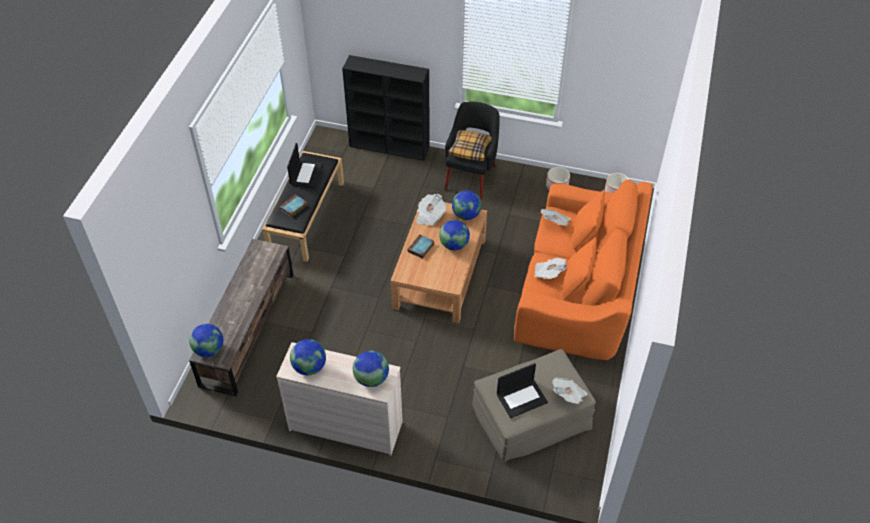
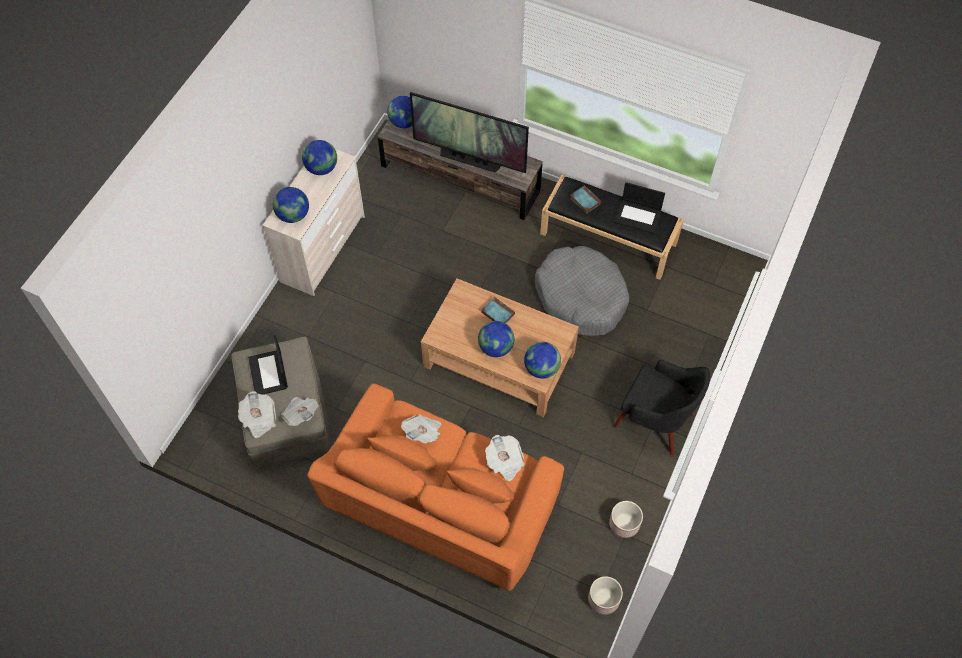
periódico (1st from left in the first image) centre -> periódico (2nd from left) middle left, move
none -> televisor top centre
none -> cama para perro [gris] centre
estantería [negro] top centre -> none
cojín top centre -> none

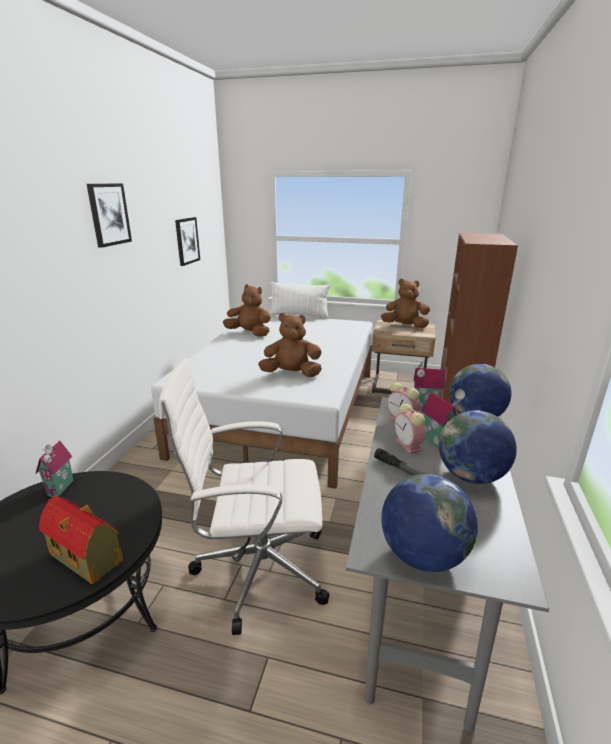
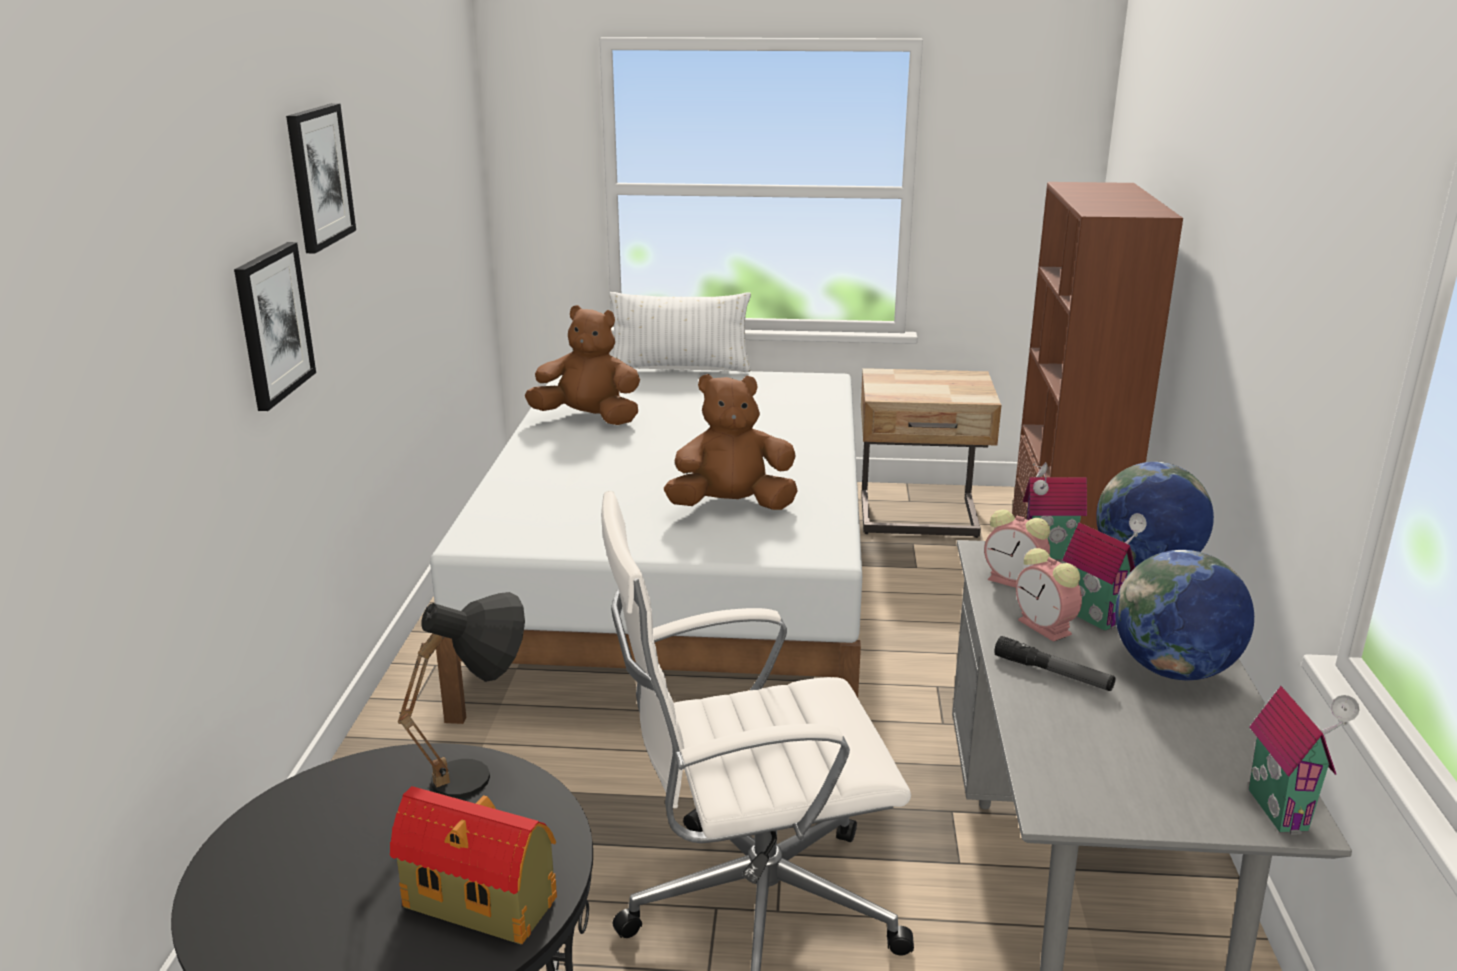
cuadro (2nd from left in the first image) top left -> cuadro (1st from left) middle left, move
none -> lámpara de mesa [negro] bottom left
casita (1st from left in the first image) middle left -> casita (4th from left) bottom right, move
peluche [marrón] (3rd from left) centre -> none
globo terráqueo (1st from left) bottom right -> none

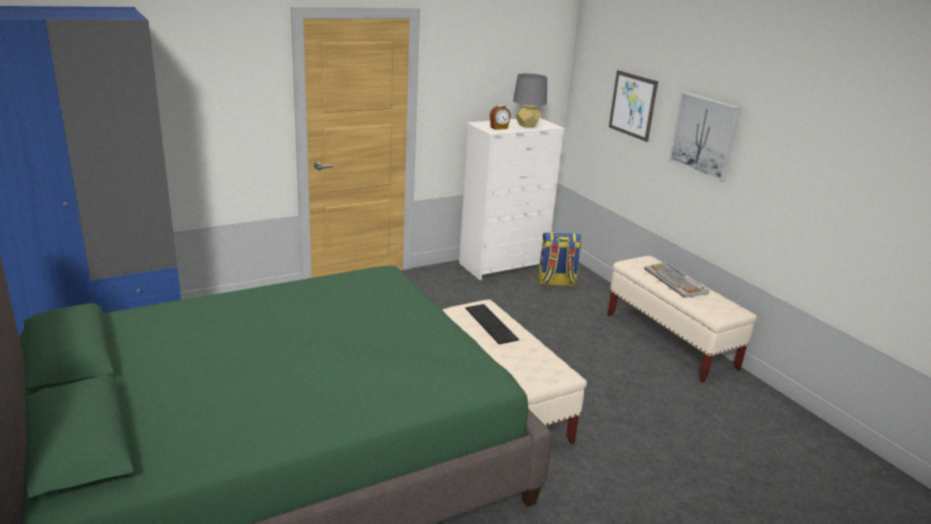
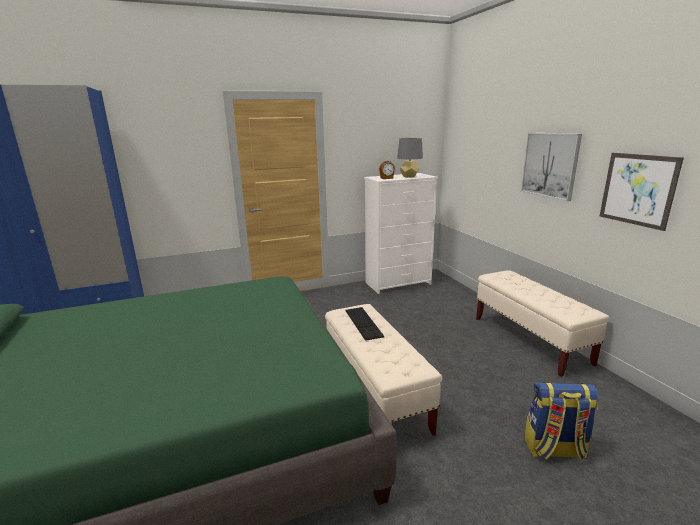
mochila centre -> mochila bottom right, move
cuadro (1st from left in the first image) top right -> cuadro (2nd from left) middle right, move
teclado (2nd from left) middle right -> none

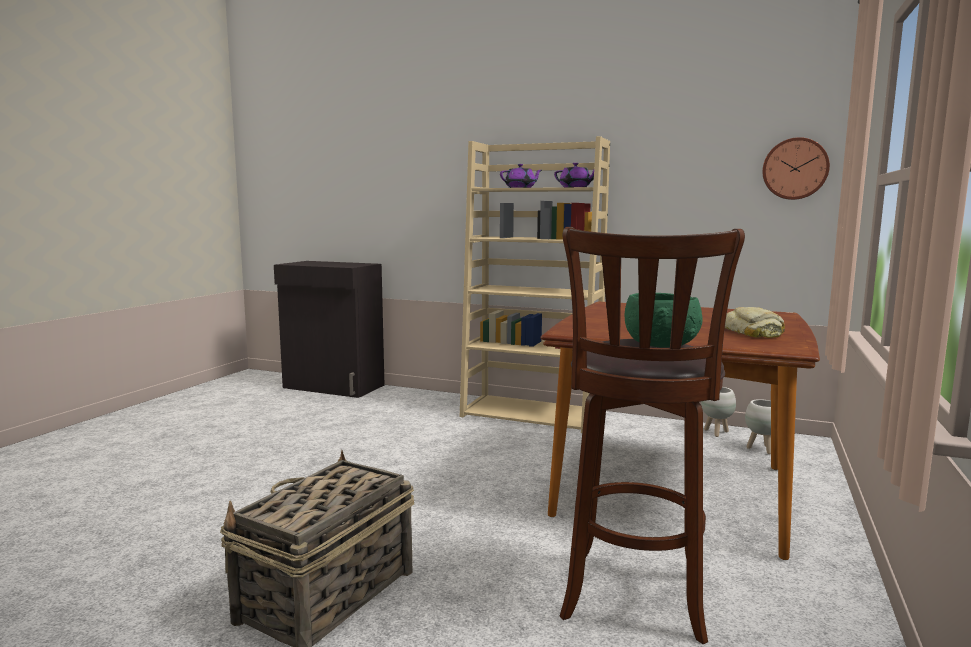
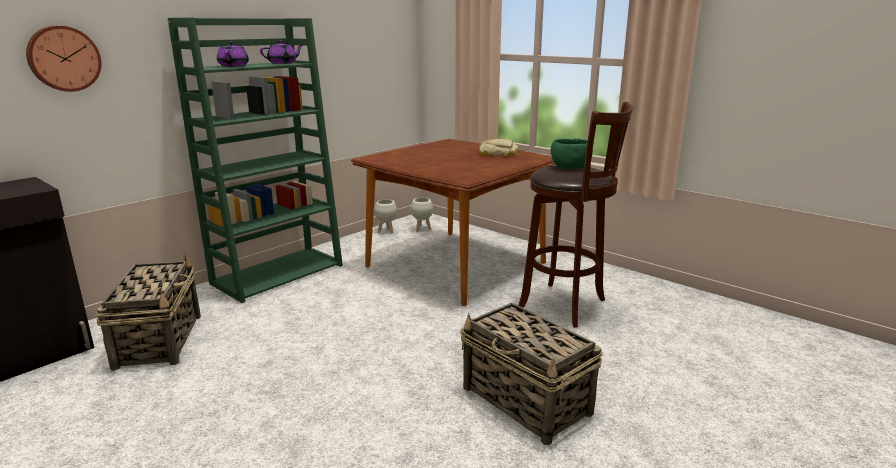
reloj de pared top right -> reloj de pared top left, move
none -> cesta (1st from left) bottom left
estantería [beis] centre -> estantería [verde] middle left

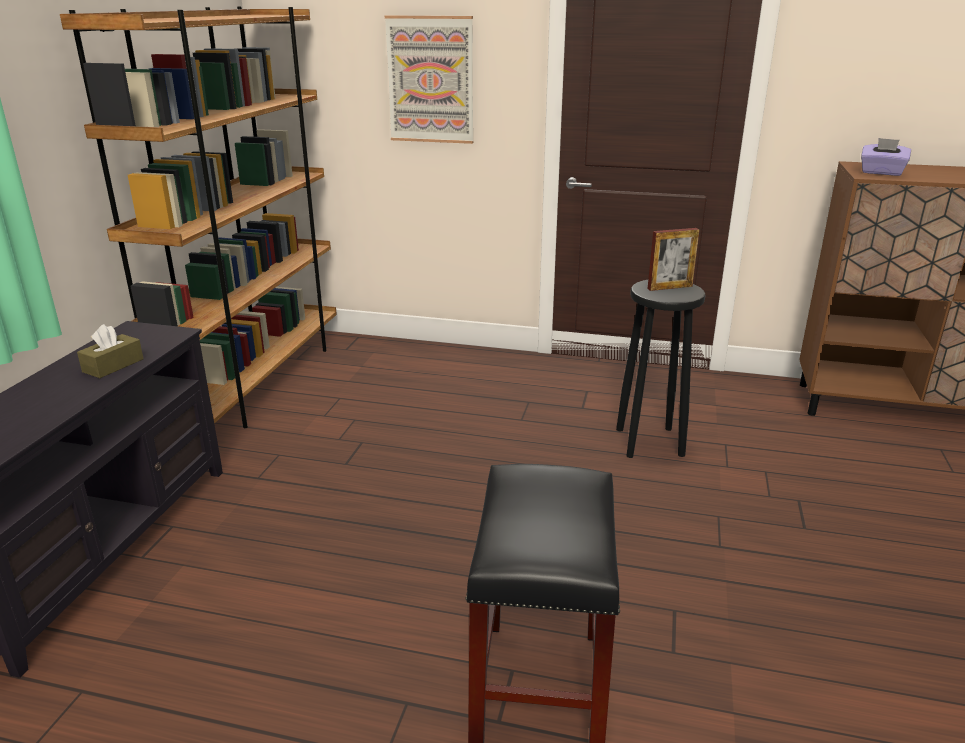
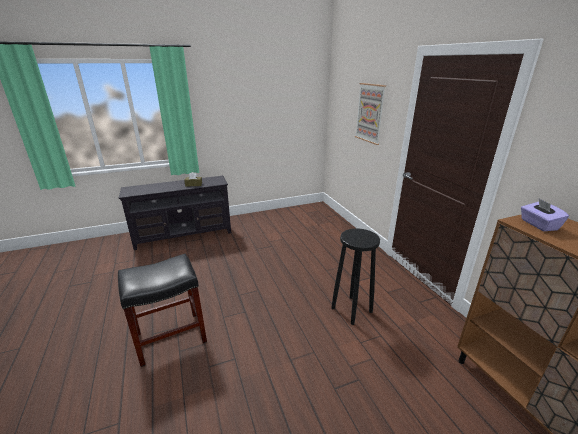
estantería [marrón] top left -> none
portarretratos middle right -> none

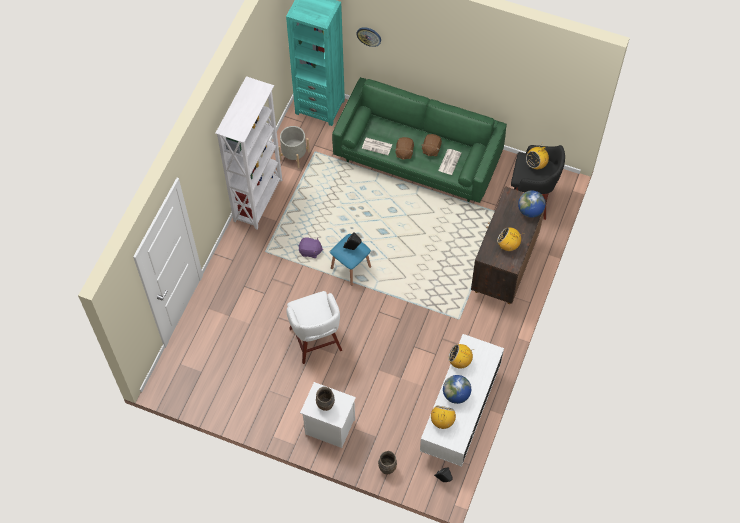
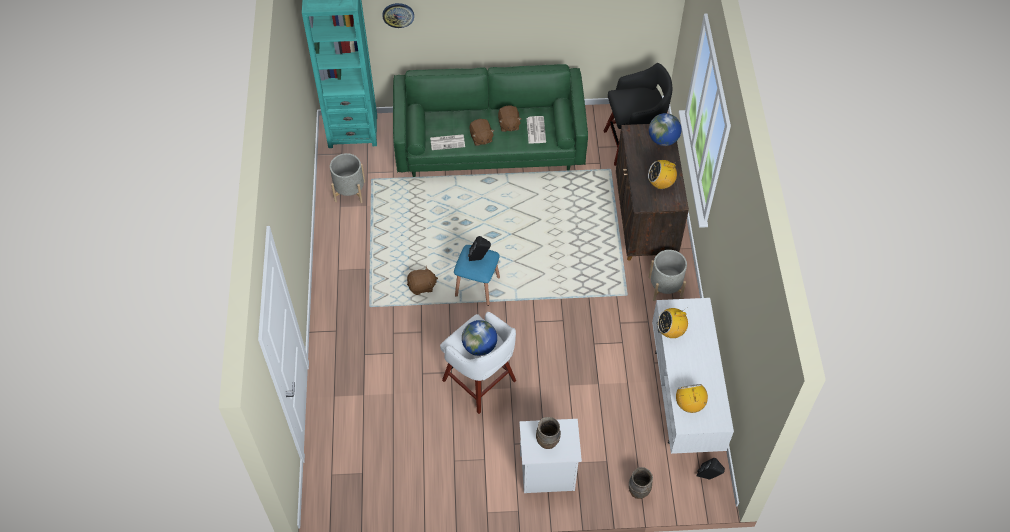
peluche [morado] centre -> peluche [marrón] (1st from left) centre
globo terráqueo (1st from left) bottom centre -> globo terráqueo (1st from left) centre, move
none -> maceta [gris] (2nd from left) centre
estantería [blanco] top centre -> none
radio (4th from left) top right -> none

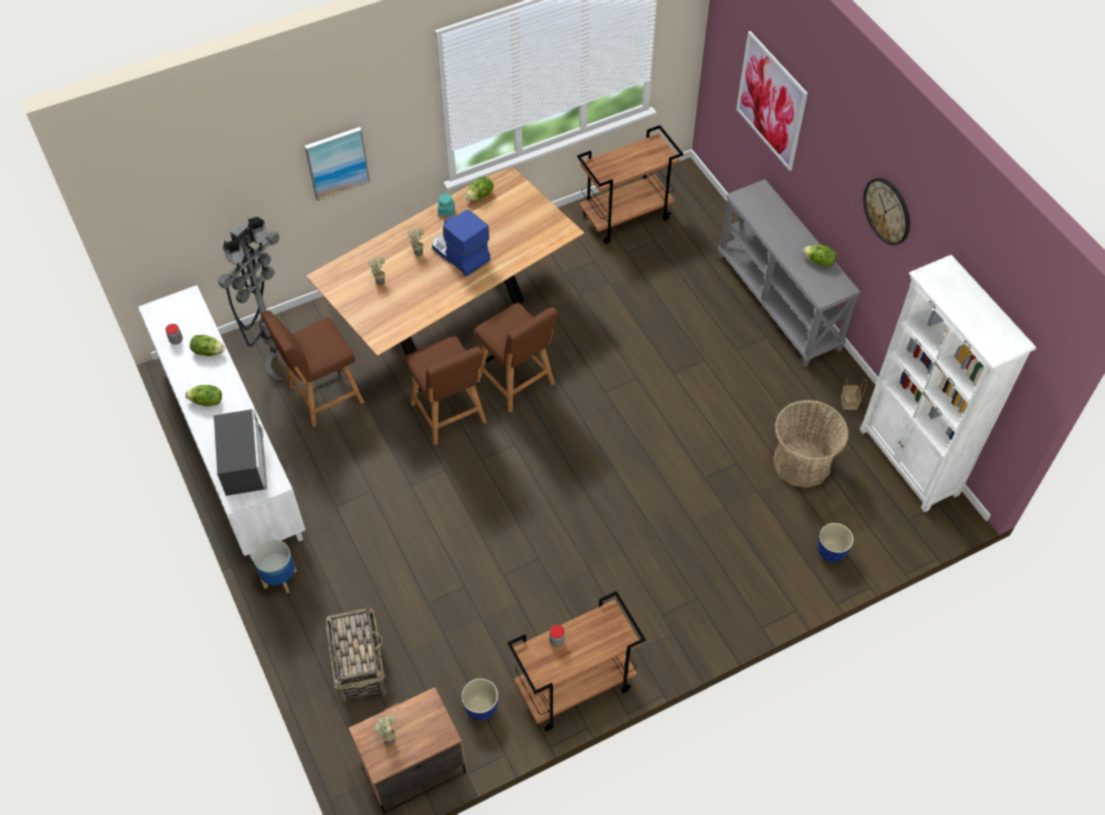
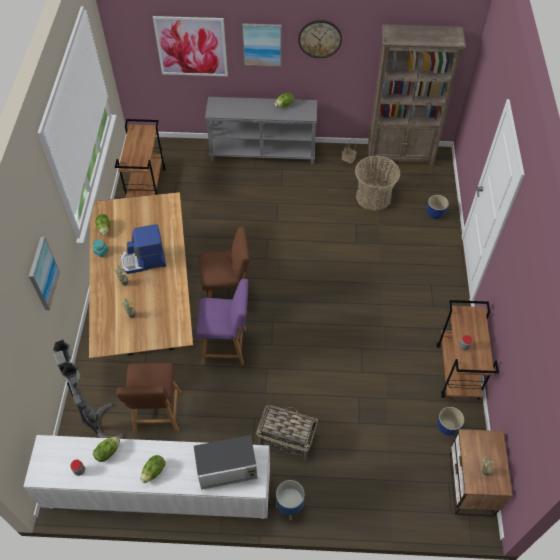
microondas middle left -> microondas bottom centre, 150 degrees clockwise
silla [marrón] (2nd from left) centre -> silla [morado] centre
none -> cuadro (3rd from left) top centre
cesta (1st from left) bottom left -> cesta (1st from left) bottom centre, move
estantería [blanco] middle right -> estantería [marrón] top right

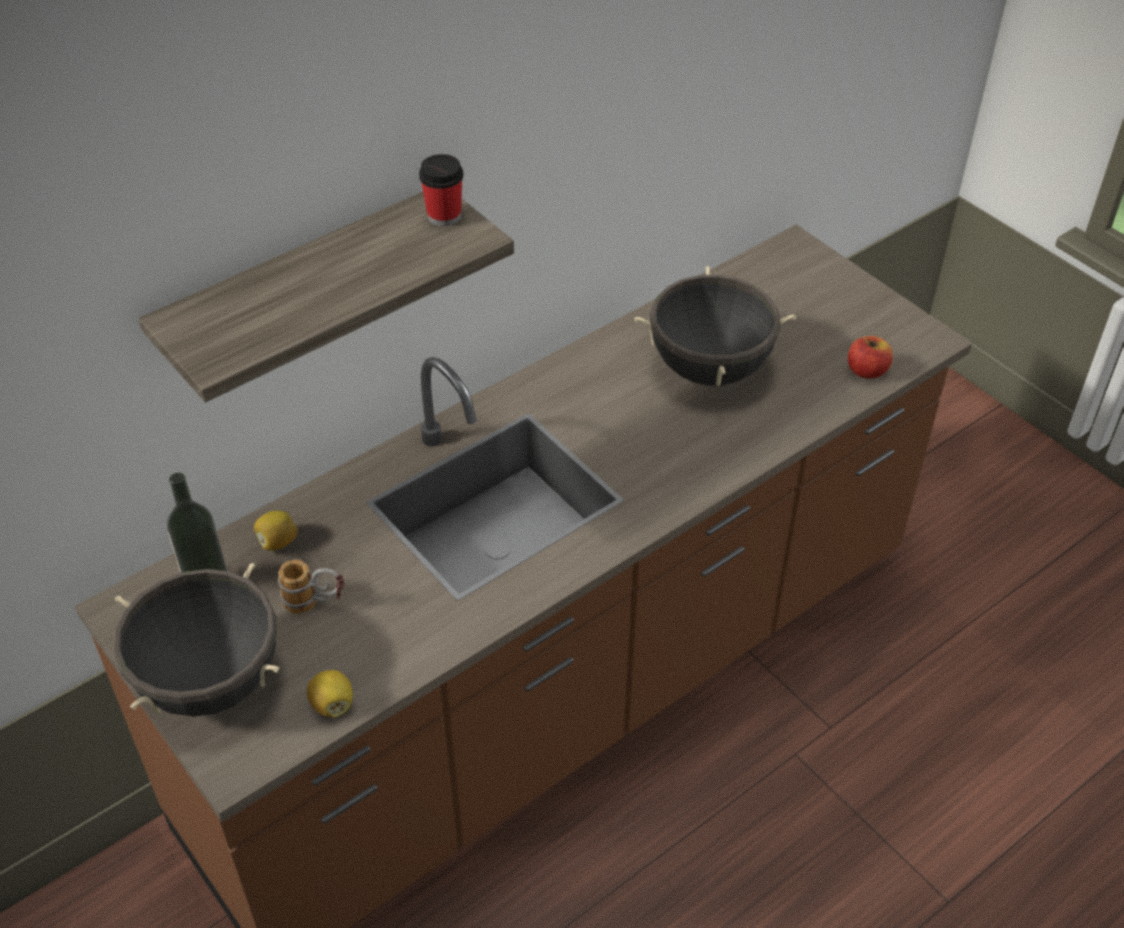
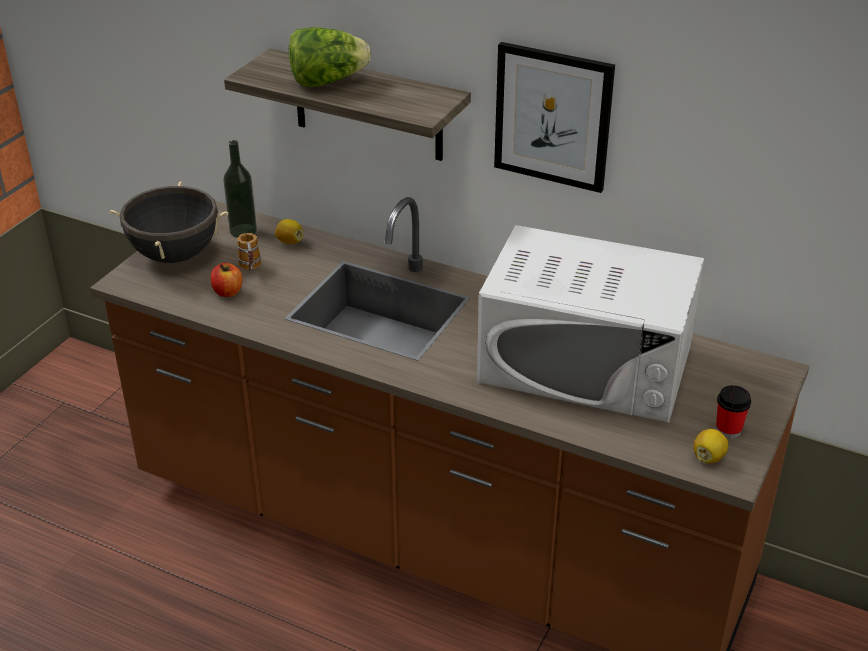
manzana middle right -> manzana middle left, move
none -> lechuga top centre
olla [negro] (2nd from left) centre -> microondas [blanco] middle right
none -> cuadro top centre
limón (2nd from left) bottom left -> limón (2nd from left) bottom right, move
taza top centre -> taza middle right, move

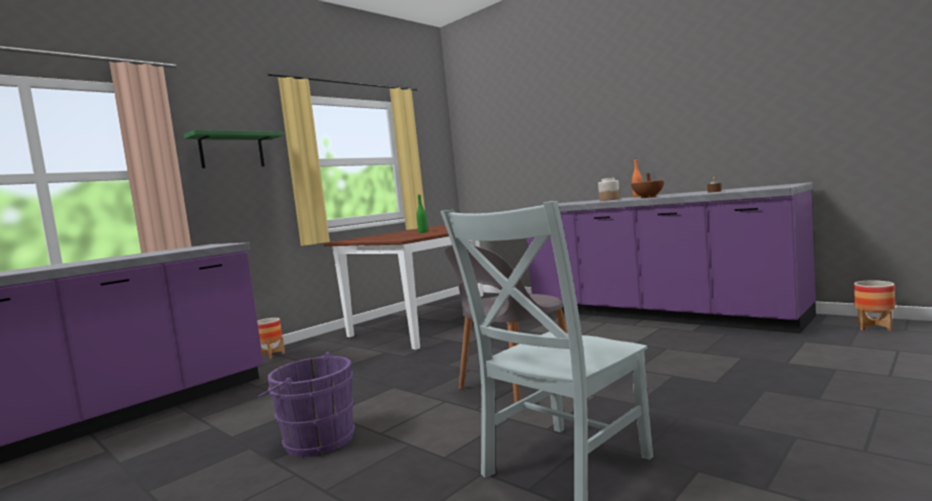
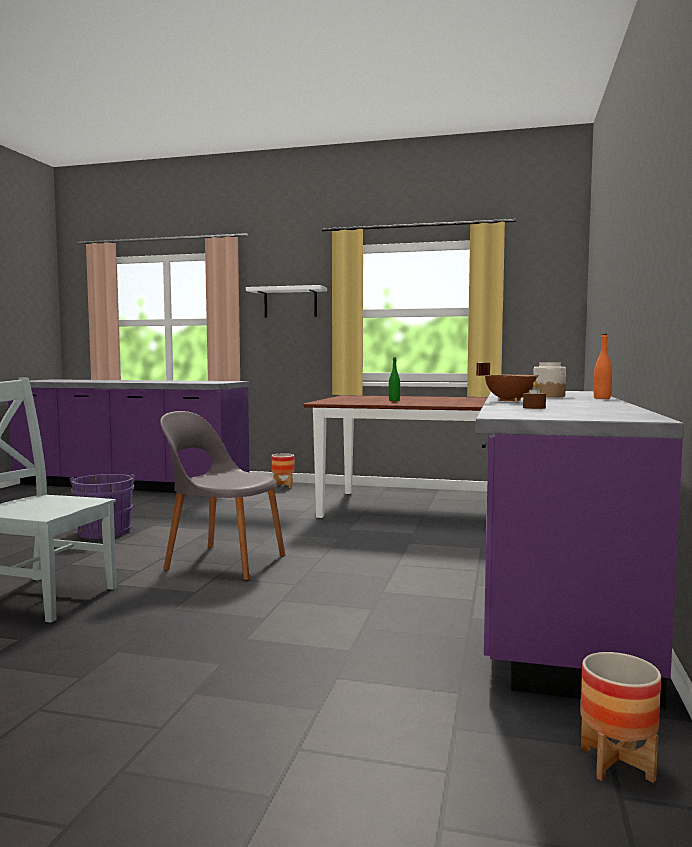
estante [verde] top left -> estante [blanco] centre

